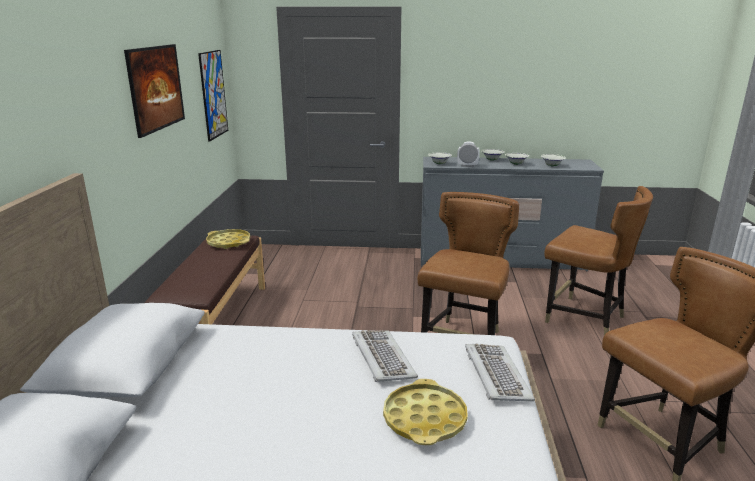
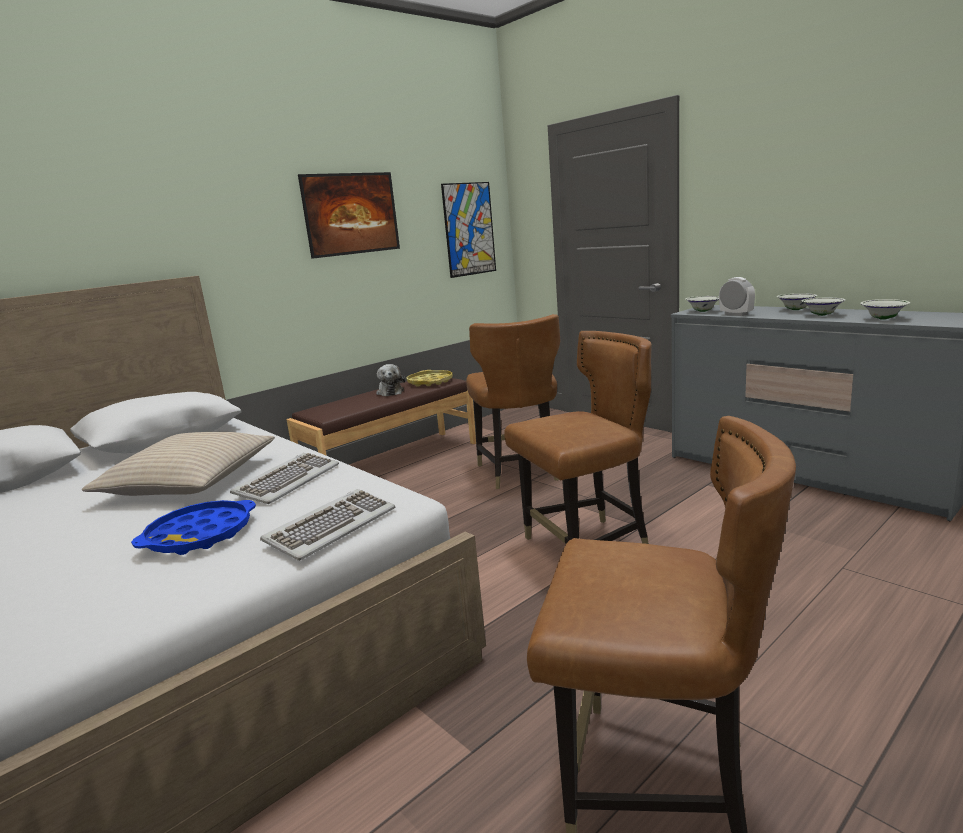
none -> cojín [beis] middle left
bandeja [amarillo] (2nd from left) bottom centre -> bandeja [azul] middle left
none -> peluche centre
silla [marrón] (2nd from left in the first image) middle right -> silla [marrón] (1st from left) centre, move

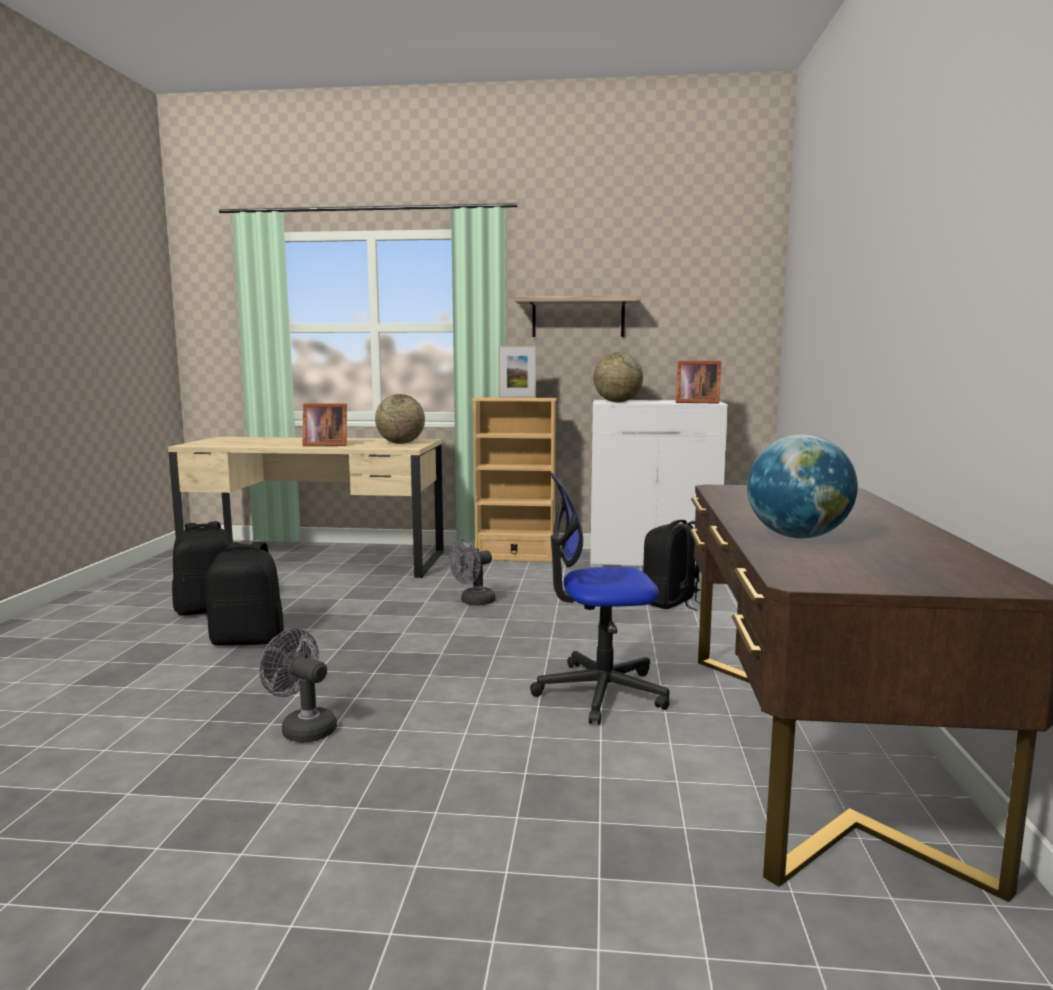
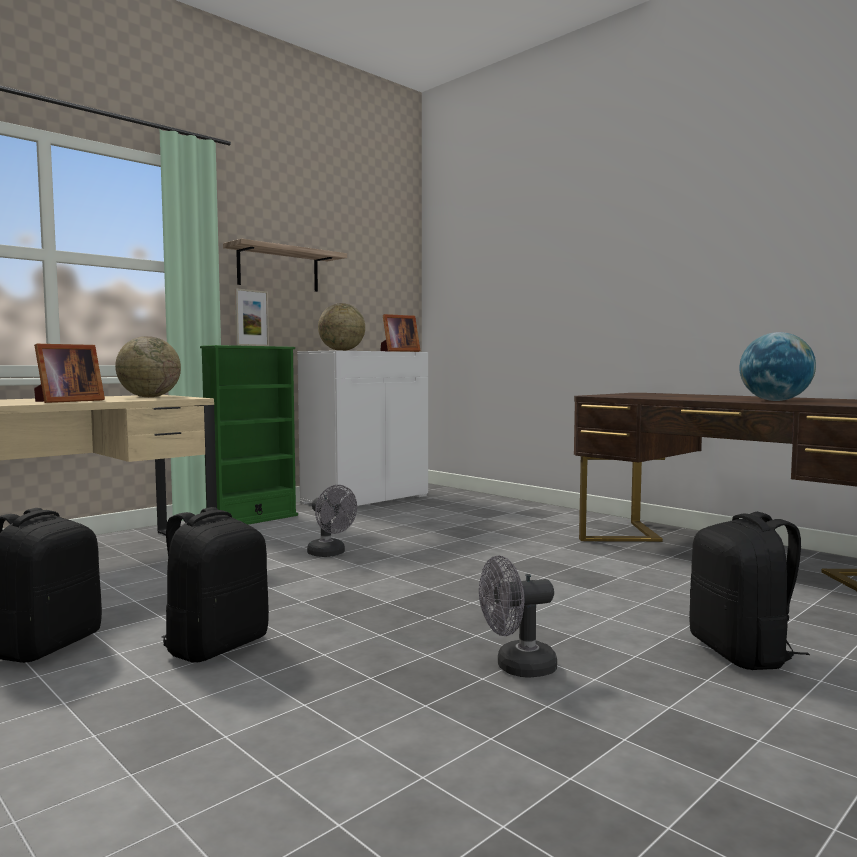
estantería [beis] centre -> estantería [verde] middle left
ventilador [gris] (2nd from left in the first image) centre -> ventilador [gris] (1st from left) centre, 45 degrees counterclockwise
mochila [negro] (3rd from left) centre -> mochila [negro] (3rd from left) bottom right, move
silla de oficina centre -> none

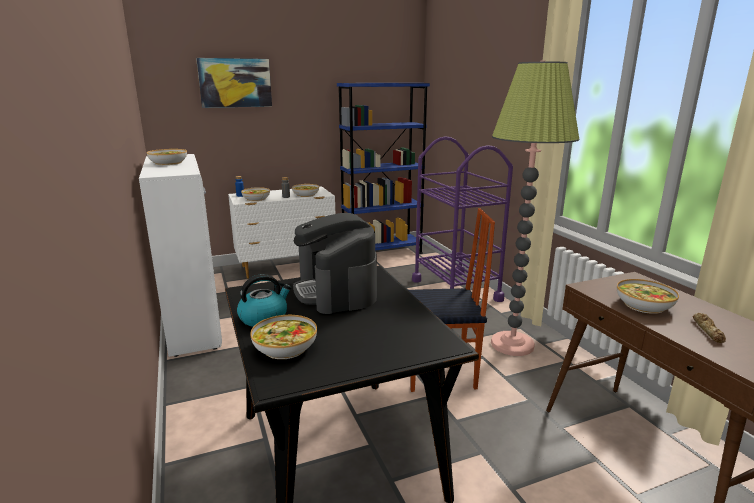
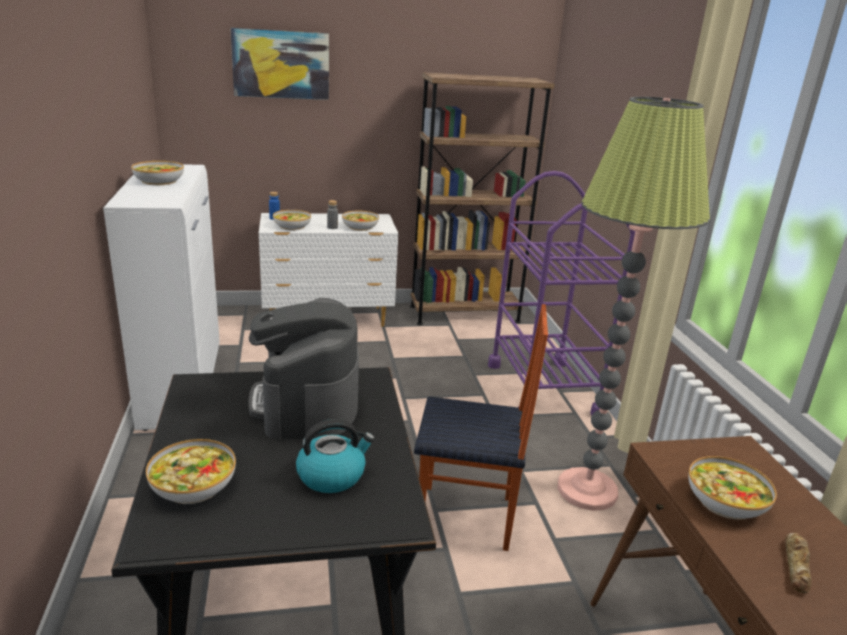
hervidor centre -> hervidor bottom centre, move
estantería [azul] centre -> estantería [marrón] top centre

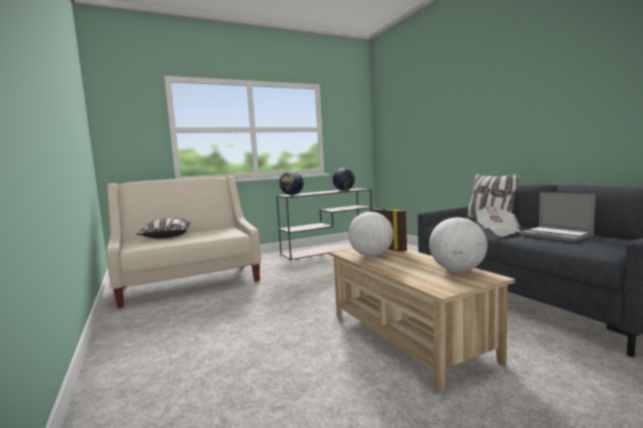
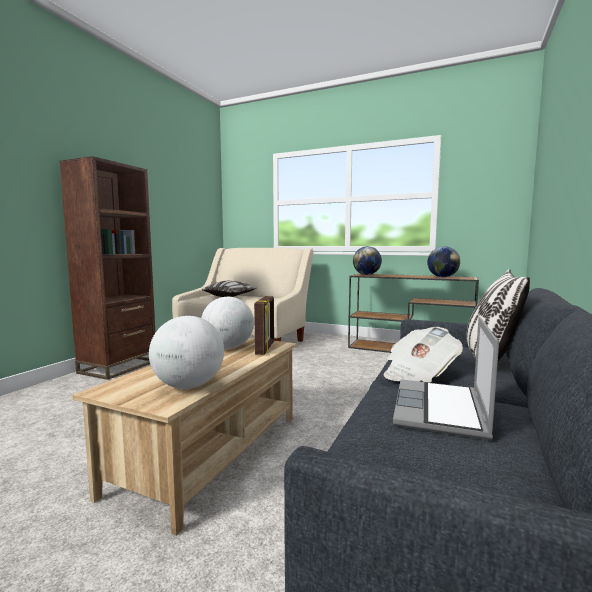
none -> estantería [marrón] middle left

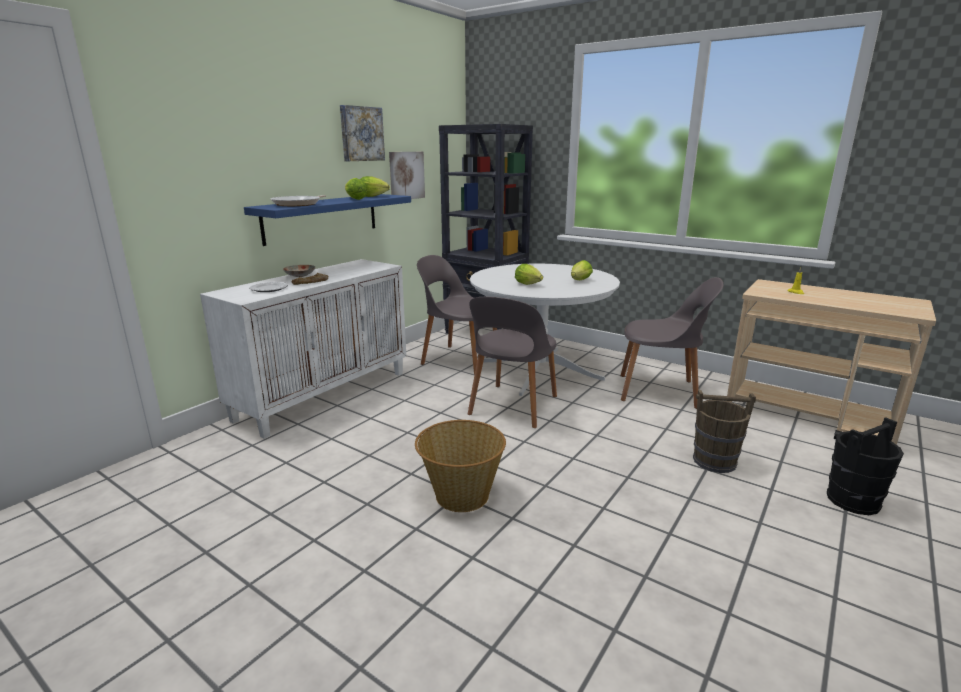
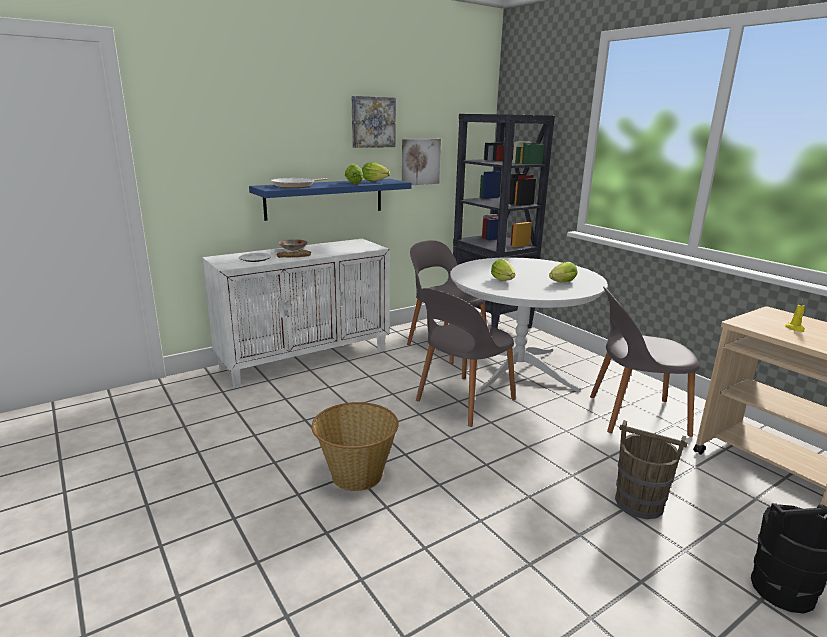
silla [gris] (3rd from left) middle right, 150 degrees clockwise

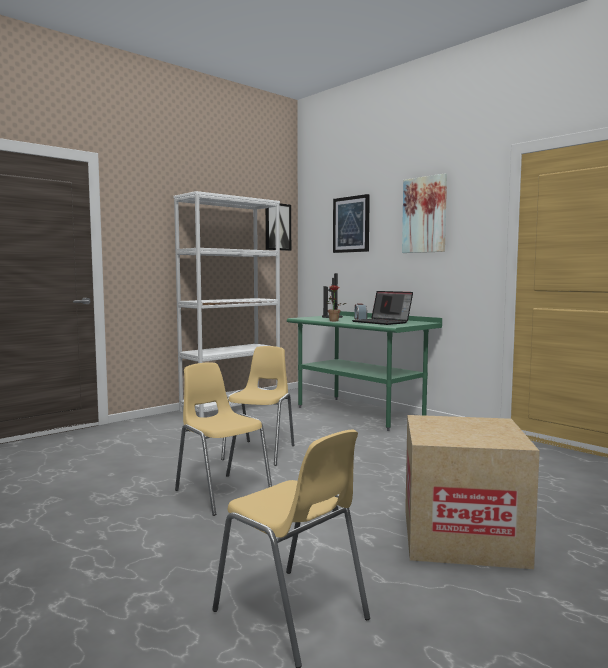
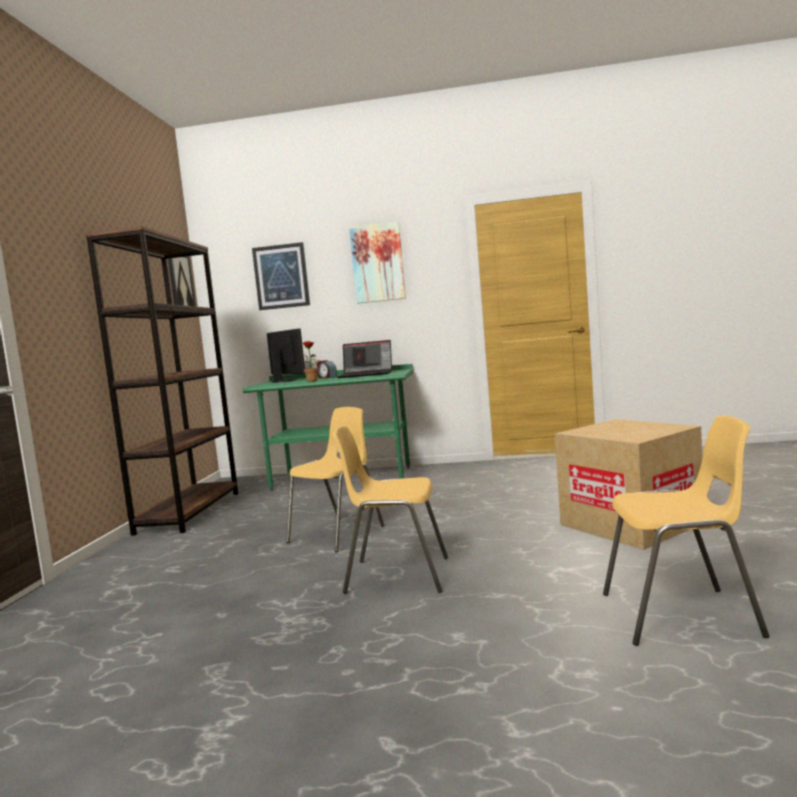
estantería [blanco] centre -> estantería [marrón] middle left
silla [amarillo] (2nd from left in the first image) centre -> silla [amarillo] (1st from left) centre, 60 degrees clockwise

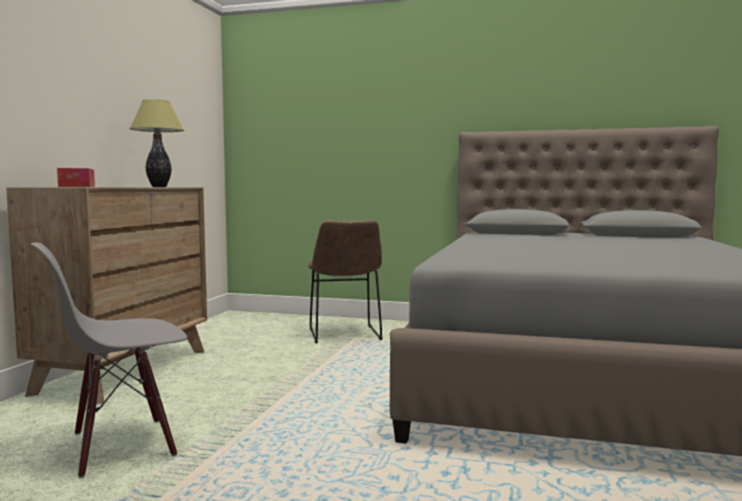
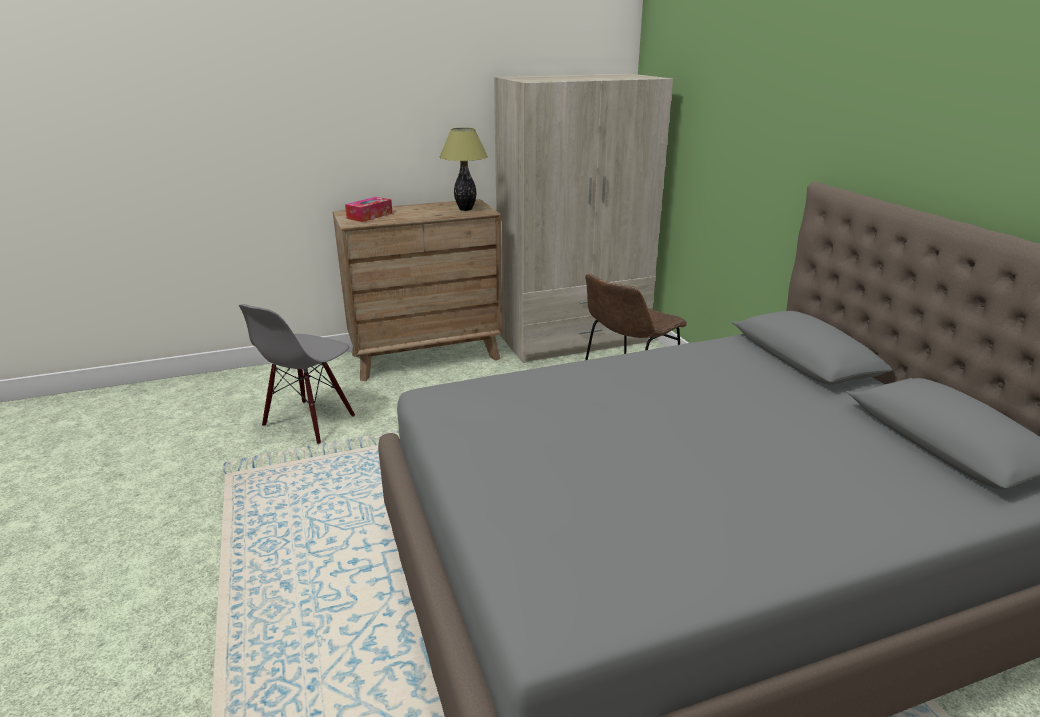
silla [gris] bottom left -> silla [gris] middle left, 90 degrees counterclockwise
none -> armario ropero [beis] top centre

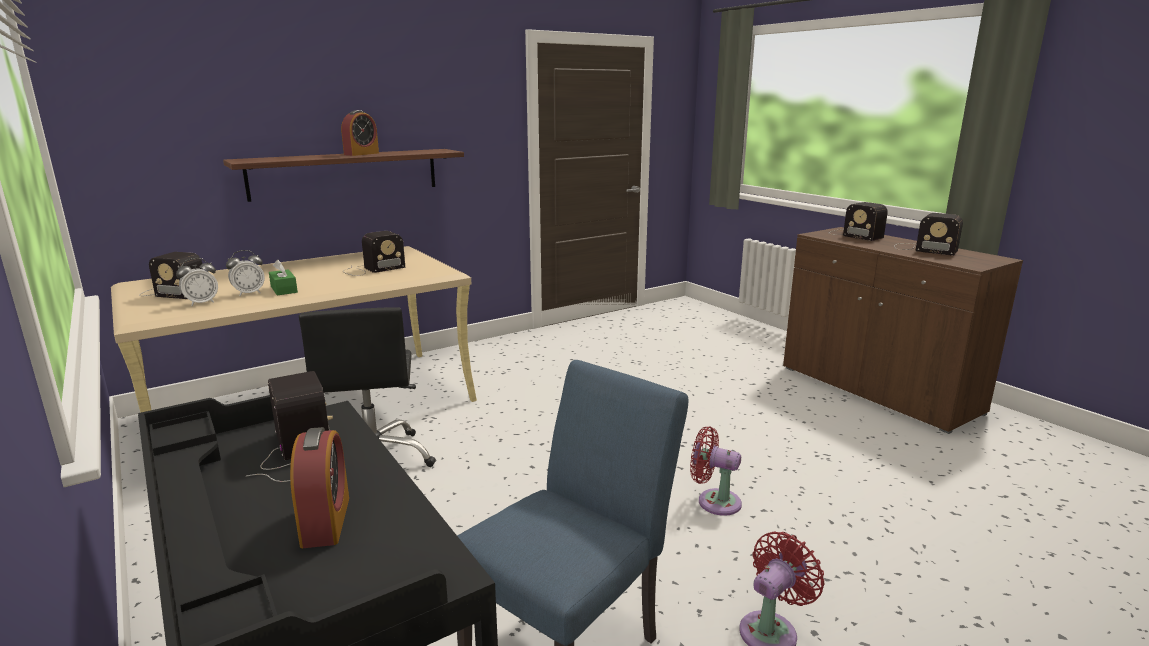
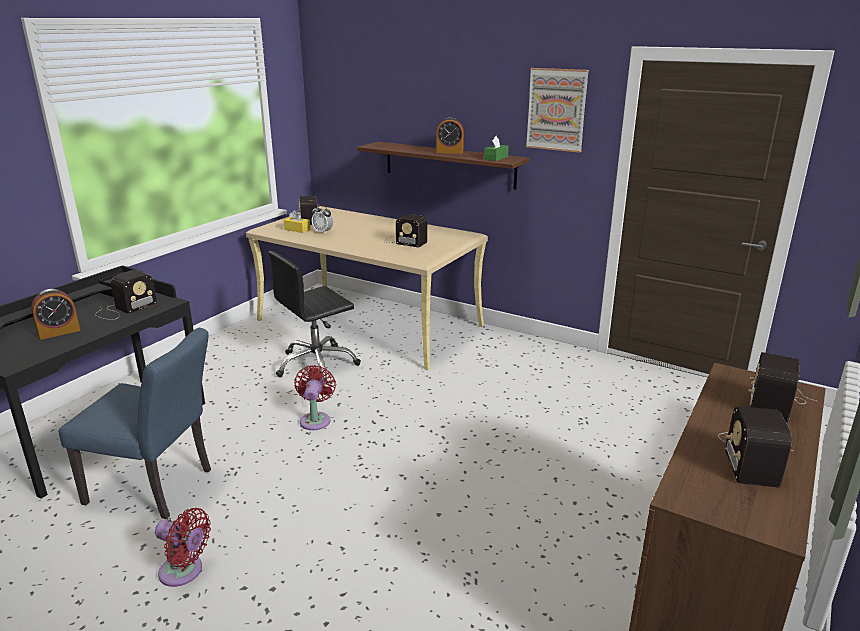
despertador (1st from left) middle left -> caja de pañuelos [amarillo] centre
ventilador [rojo] (1st from left in the first image) bottom centre -> ventilador [rojo] (2nd from left) centre, move
caja de pañuelos [verde] middle left -> caja de pañuelos [verde] top centre, move
none -> cuadro top centre

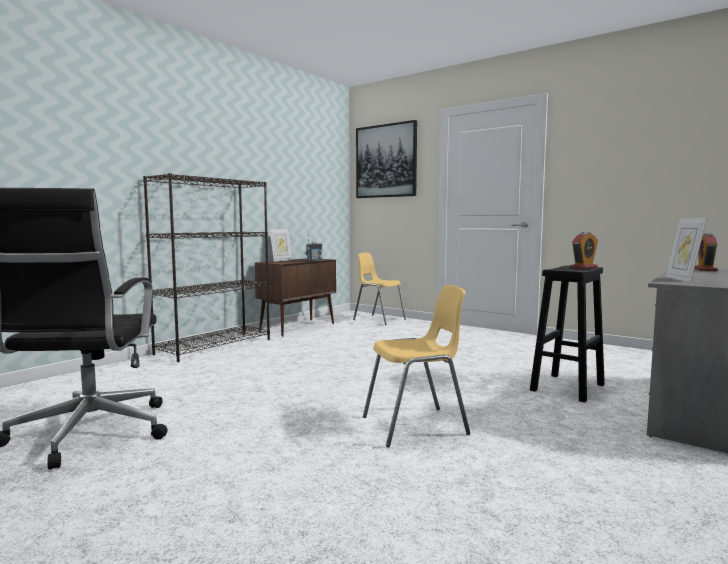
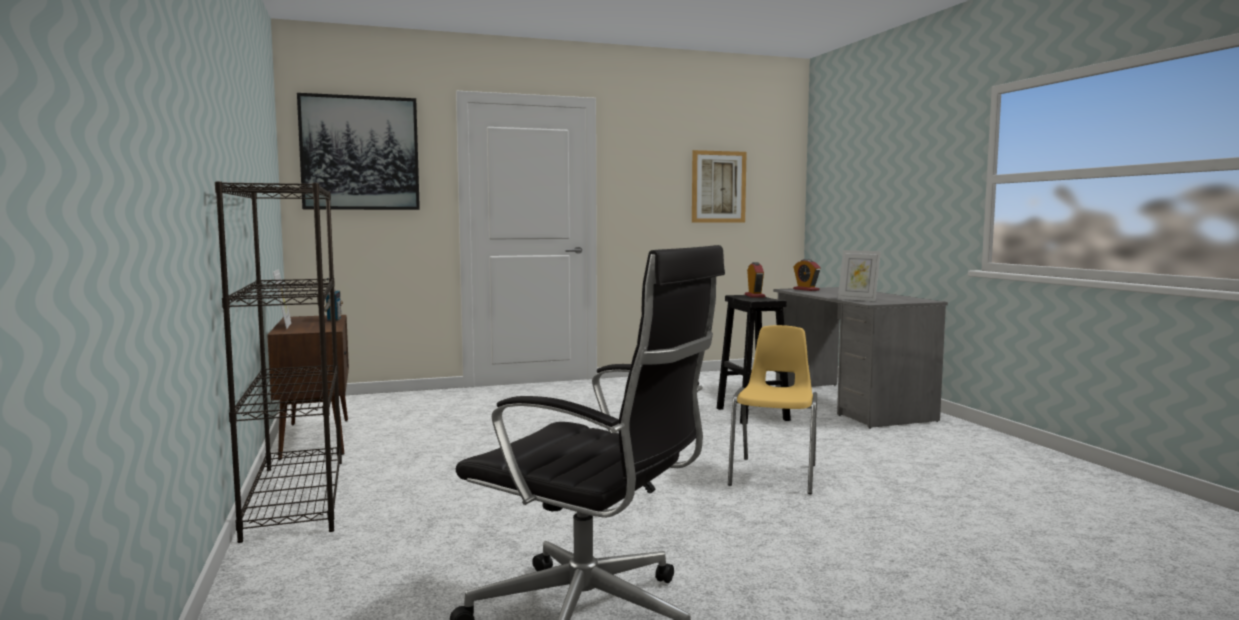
none -> cuadro (2nd from left) top centre
silla [amarillo] (1st from left) centre -> none

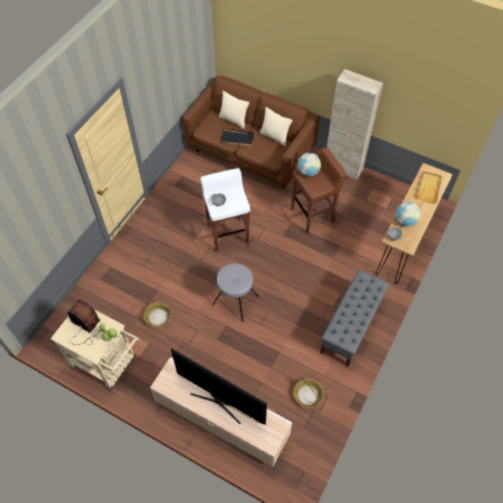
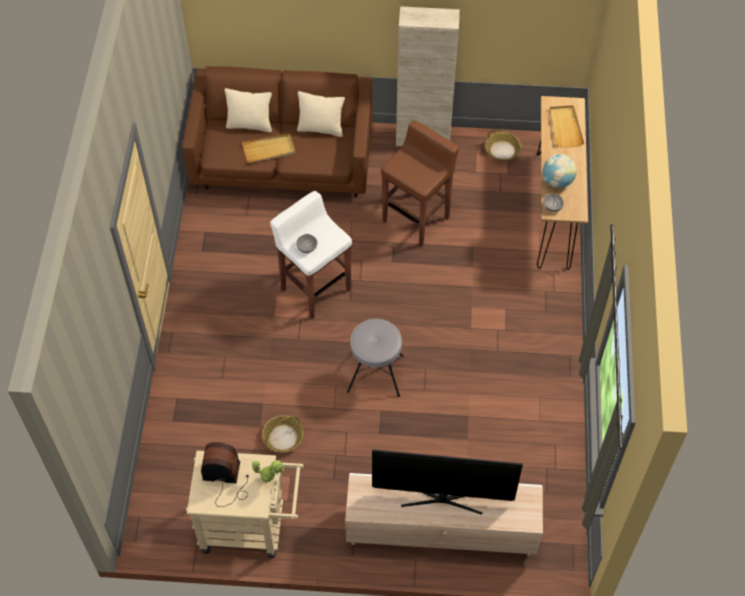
bandeja [negro] top centre -> bandeja [beis] (1st from left) top centre
cesta (2nd from left) bottom centre -> cesta (2nd from left) top right, move
globo terráqueo (1st from left) top centre -> none
banco [gris] middle right -> none

